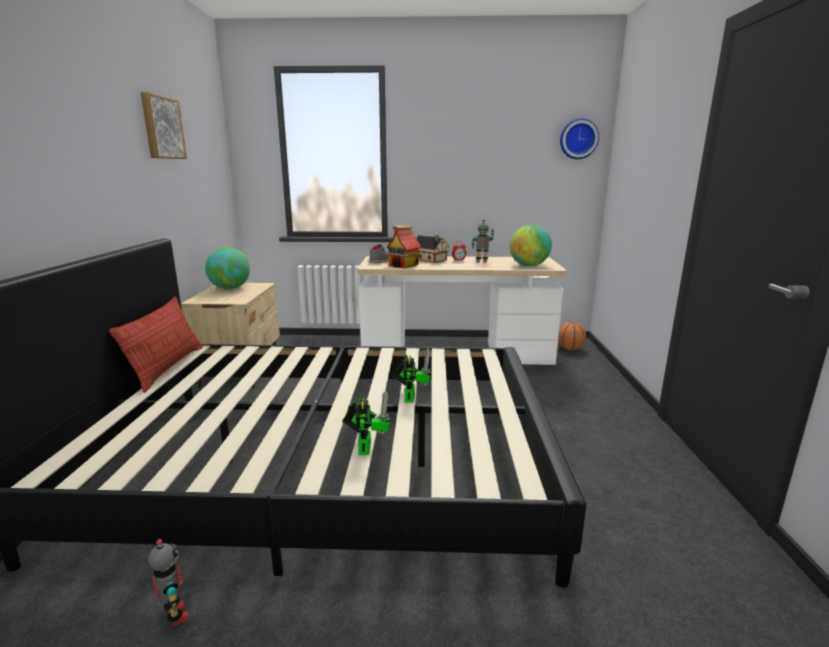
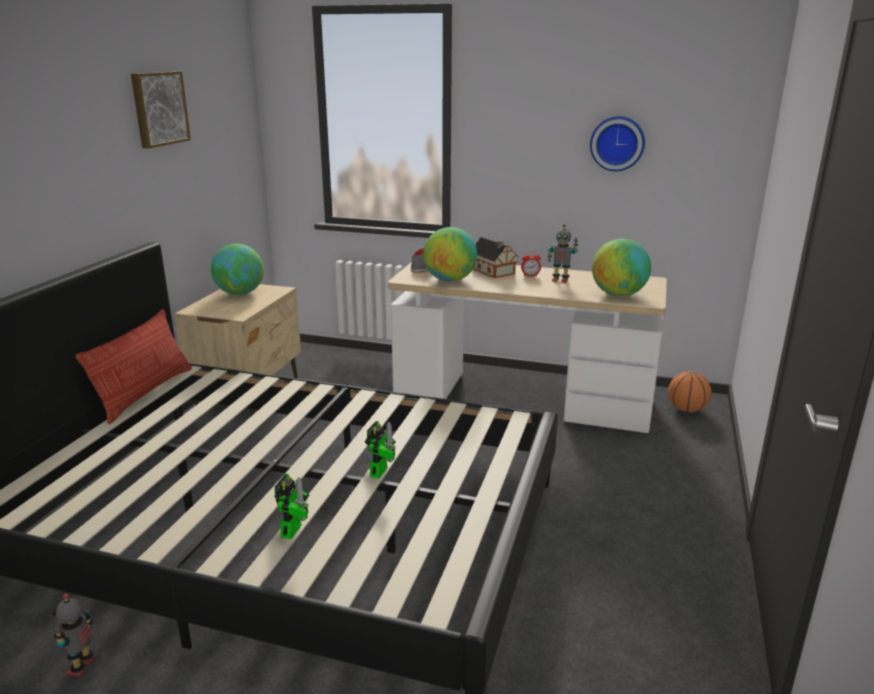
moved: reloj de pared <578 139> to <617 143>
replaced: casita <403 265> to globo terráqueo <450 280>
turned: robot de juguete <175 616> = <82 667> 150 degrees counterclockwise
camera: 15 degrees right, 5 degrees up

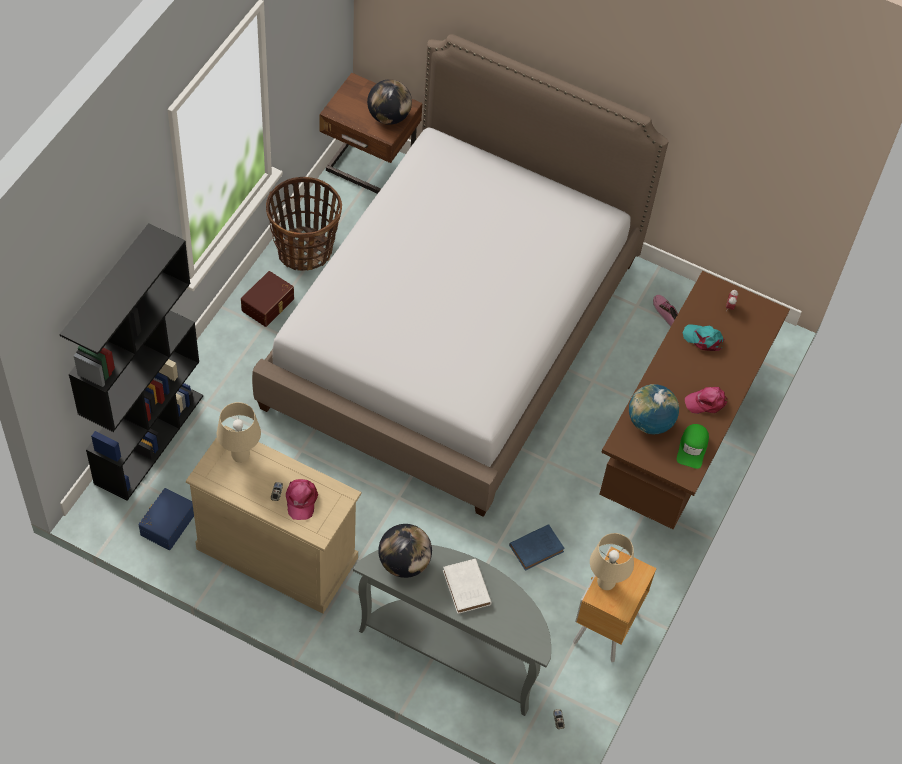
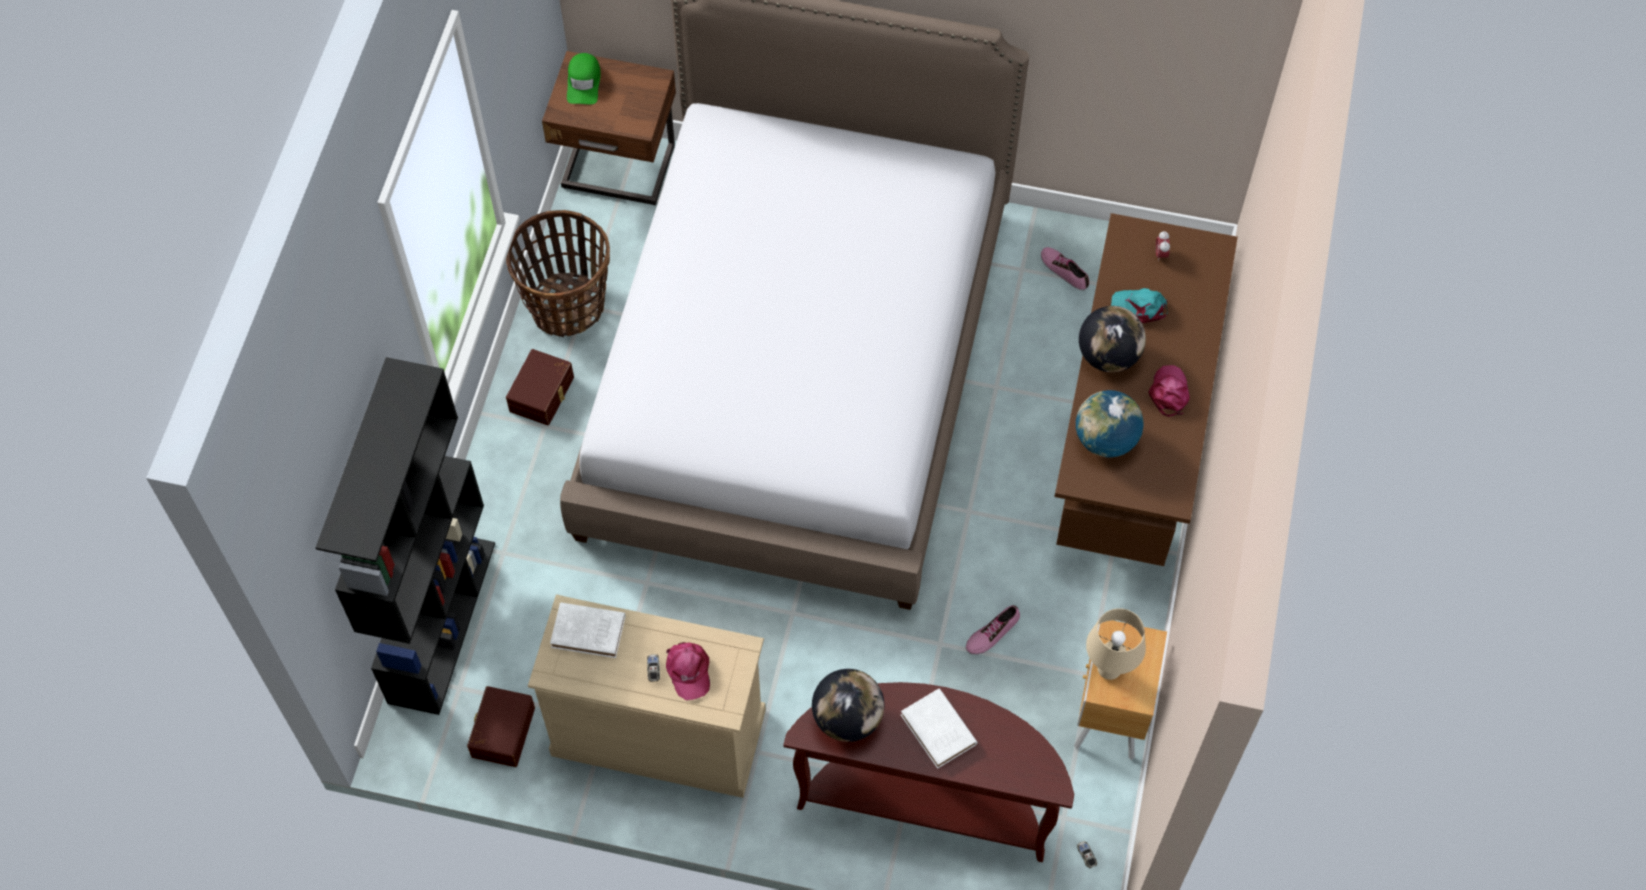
moved: globo terráqueo <389 117> to <1108 355>; gorra/verde <692 448> to <584 82>
replaced: lámpara de mesa/beis <240 456> to libro/blanco <590 632>; libro/azul <537 548> to zapato <992 633>
recoloured: caja de almacenaje/azul <167 523> to caja de almacenaje/marrón <501 731>; mesa consola/gris <454 651> to mesa consola/marrón <927 800>
turned: gorra/rosa <706 402> = <1169 393> 120 degrees clockwise
camera: 10 degrees left, 5 degrees up

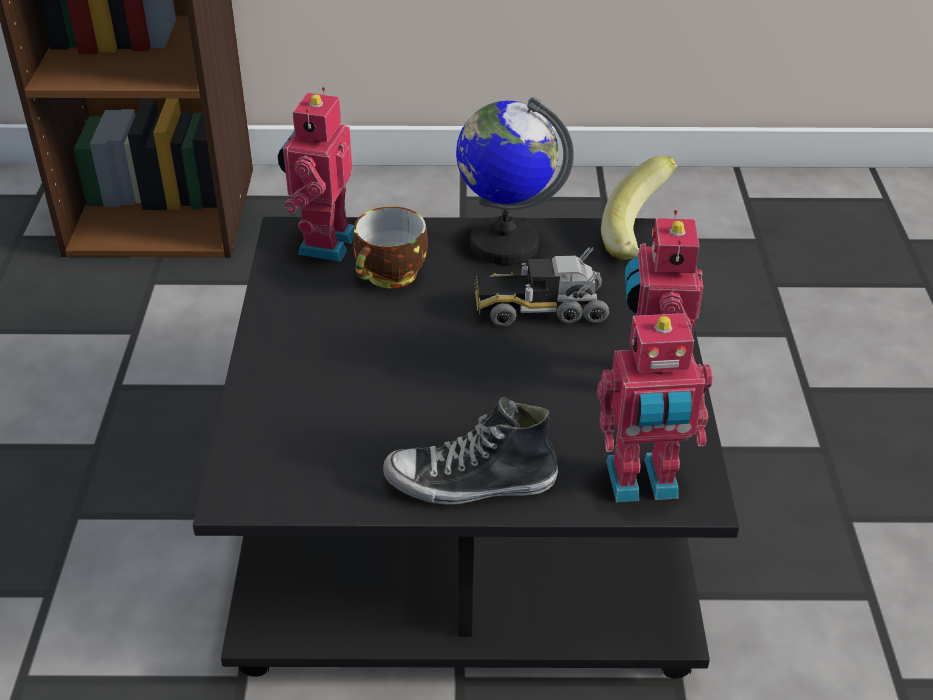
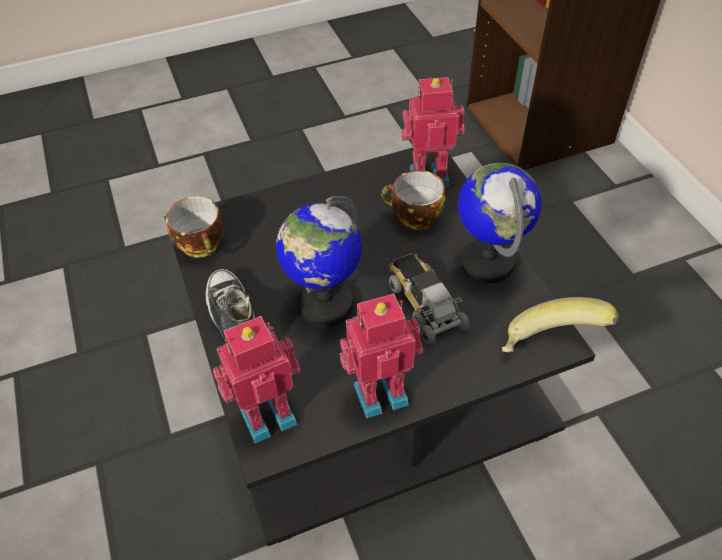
added: taza <203 245>; globo terráqueo <325 304>
turned: robot de juguete <642 484> = <267 414> 90 degrees clockwise
camera: 70 degrees right, 10 degrees up

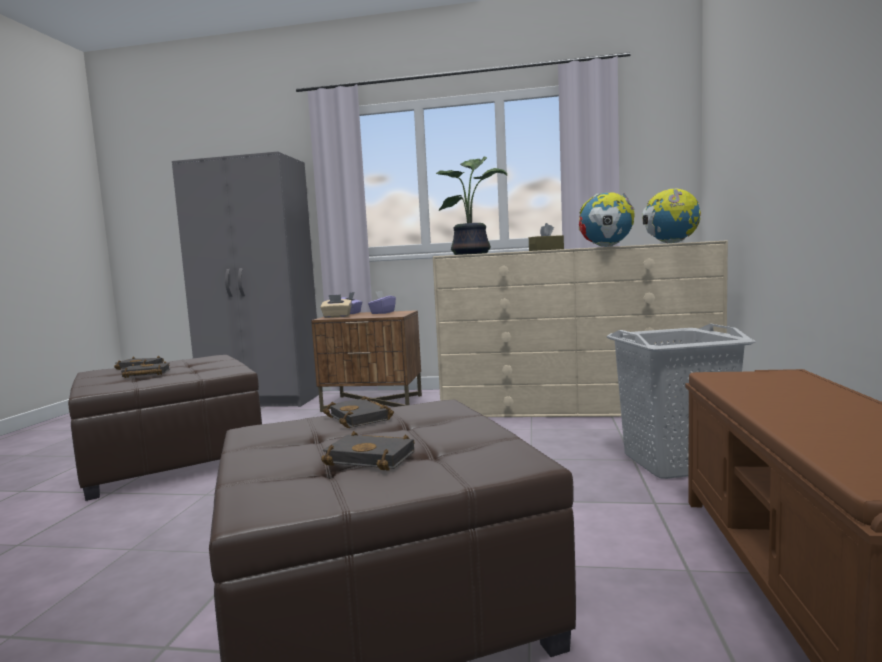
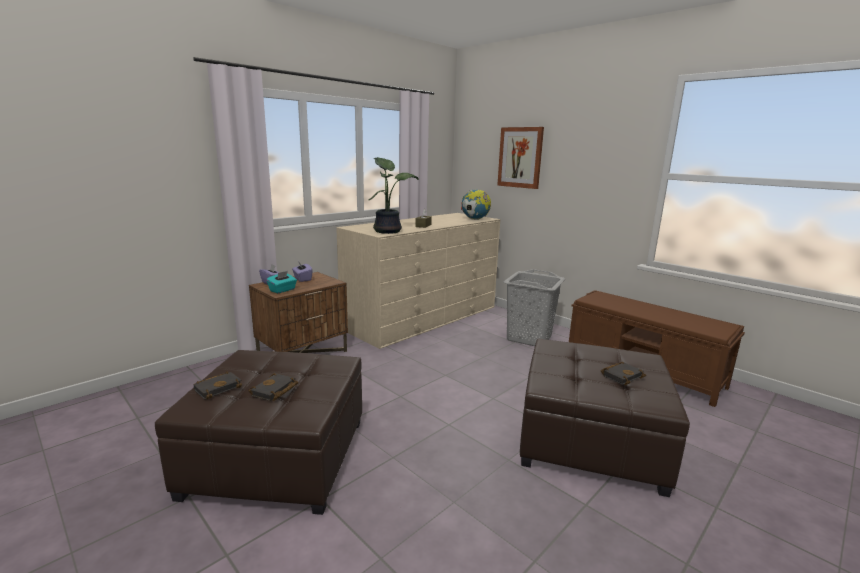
removed: armario ropero/gris <263 400>; libro/negro <361 418>; globo terráqueo <606 246>
added: cuadro <520 157>
recoloured: caja de pañuelos/beis <336 317> to caja de pañuelos/turquesa <282 290>
camera: 55 degrees left, 10 degrees up

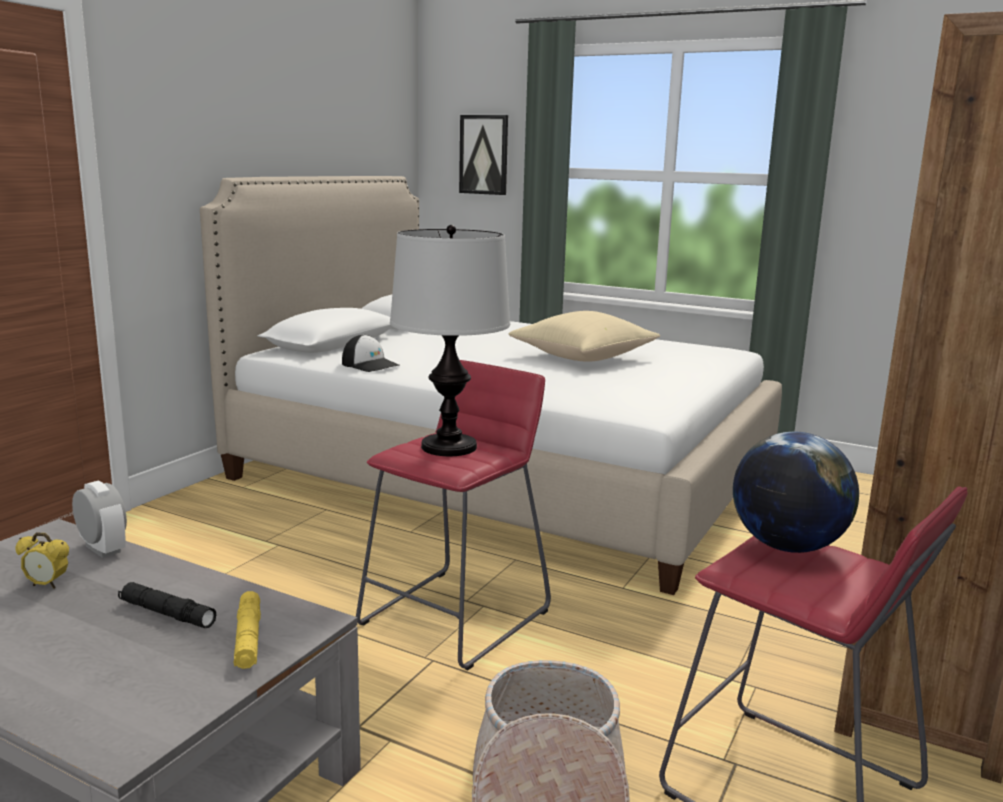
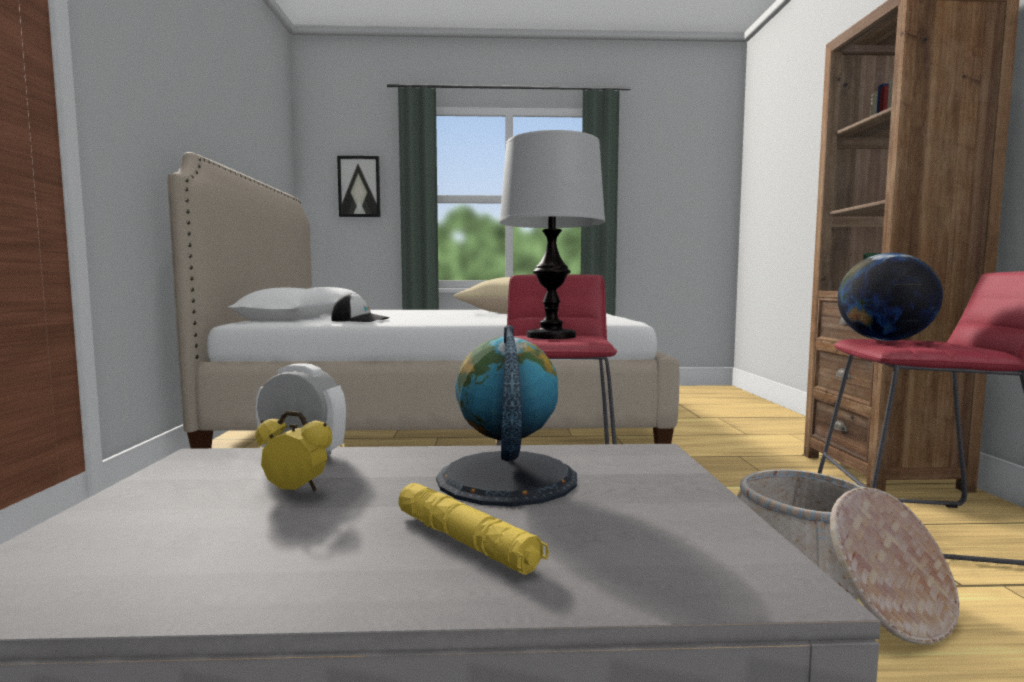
moved: linterna/amarillo <248 638> to <465 541>
replaced: linterna/negro <167 613> to globo terráqueo <506 478>
turned: despertador <47 585> = <296 492> 150 degrees counterclockwise
camera: 30 degrees left, 10 degrees down

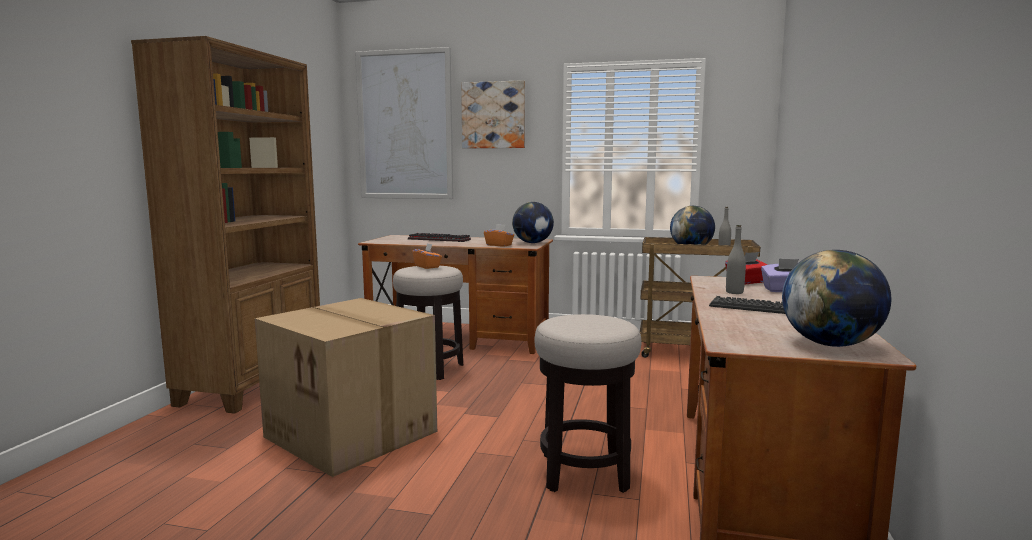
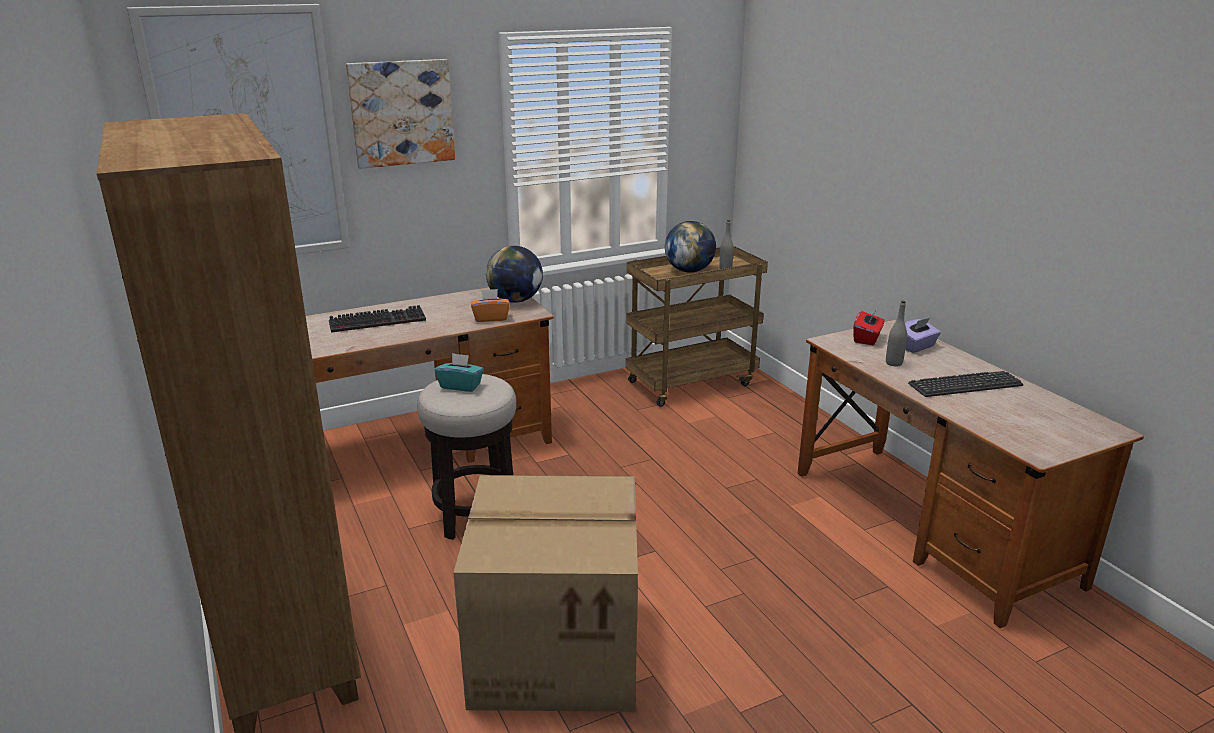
removed: taburete <584 472>; globo terráqueo <830 344>
recoloured: caja de pañuelos/naranja <427 266> to caja de pañuelos/turquesa <460 386>
camera: 40 degrees left, 15 degrees up

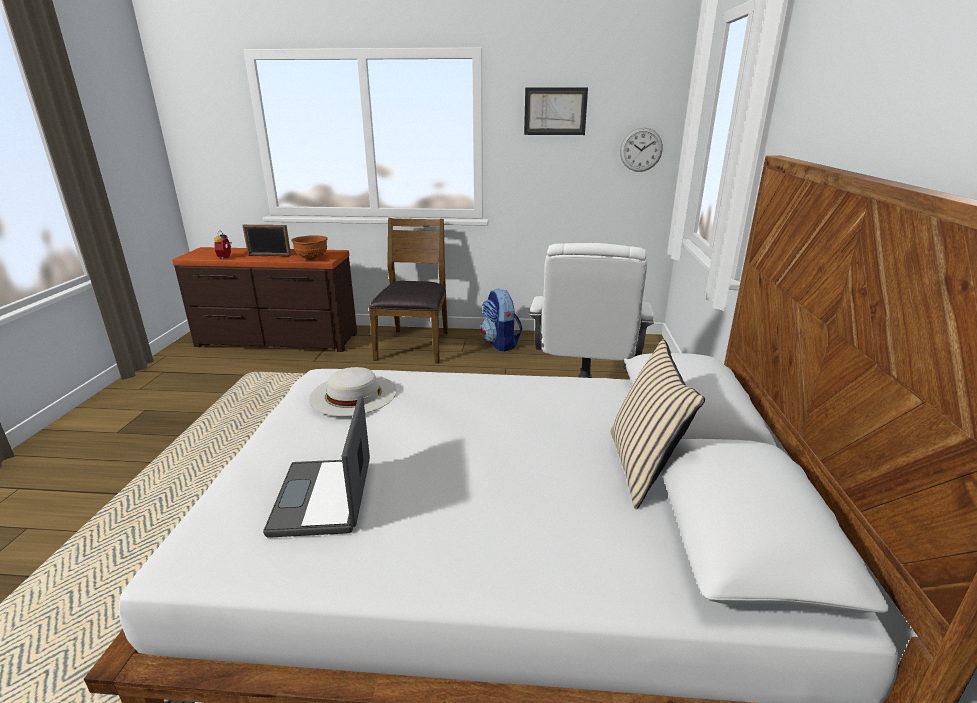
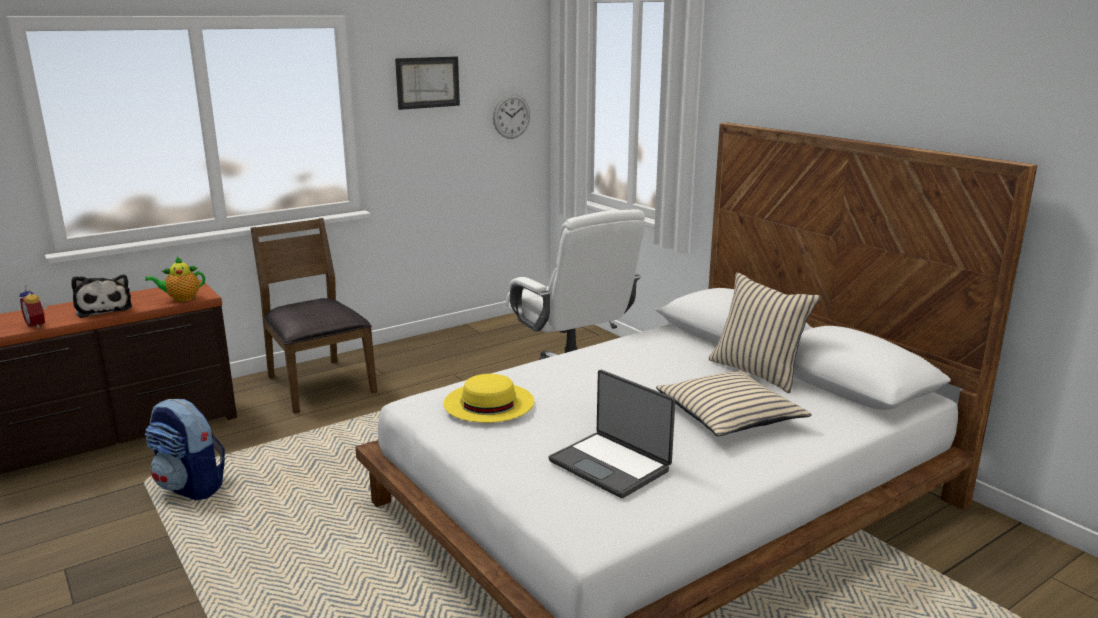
added: cojín/beis <729 416>
moved: mochila <500 344> to <191 487>
replaced: portarretratos <269 256> to peluche <104 309>; cuenco/marrón <312 259> to tetera <181 299>
recoloured: sombrero/blanco <353 394> to sombrero/amarillo <488 402>
camera: 40 degrees left, 5 degrees down

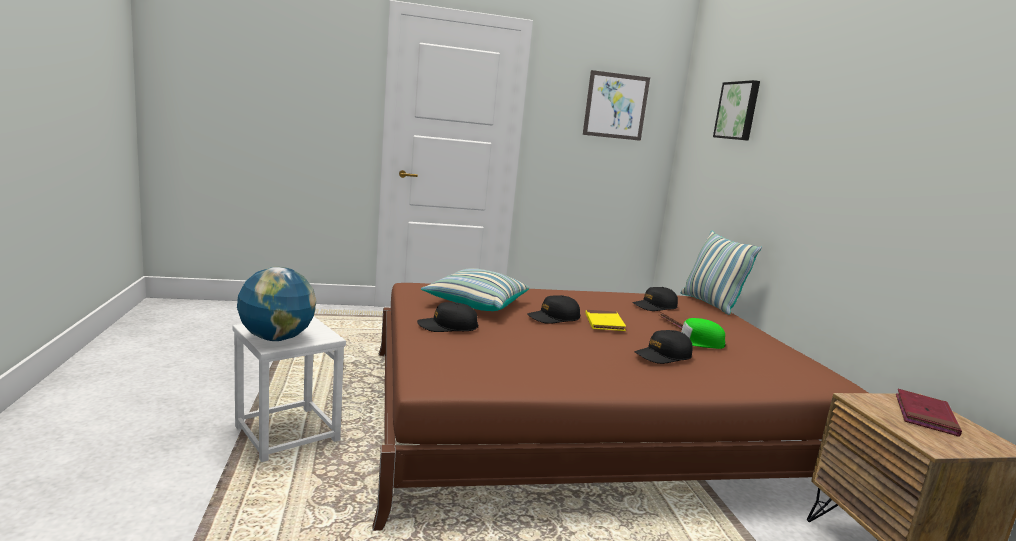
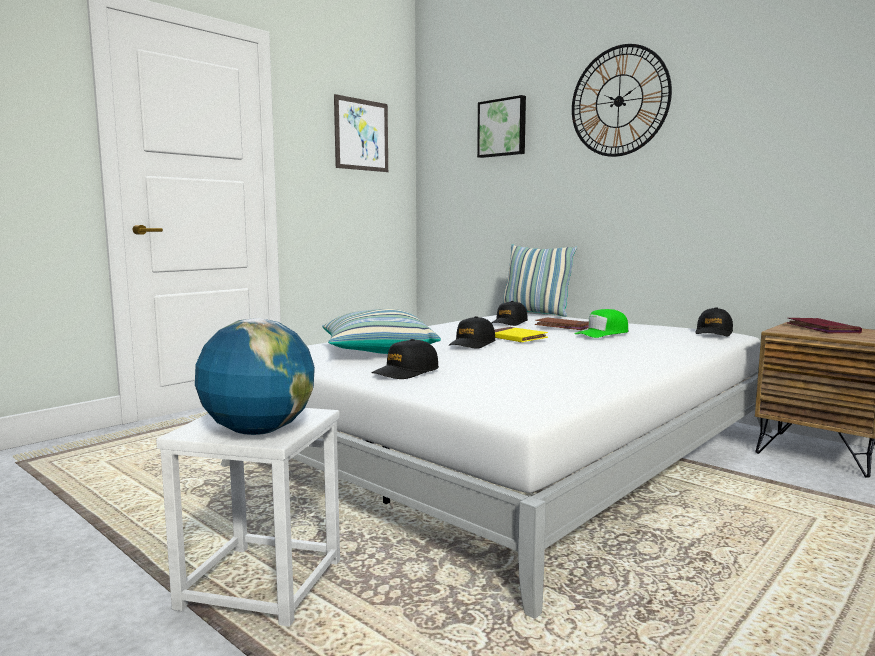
added: reloj de pared <619 101>
moved: gorra/negro <663 356> to <714 332>
recoloured: cama/marrón <585 419> to cama/blanco <517 447>
camera: 35 degrees left, 5 degrees down

